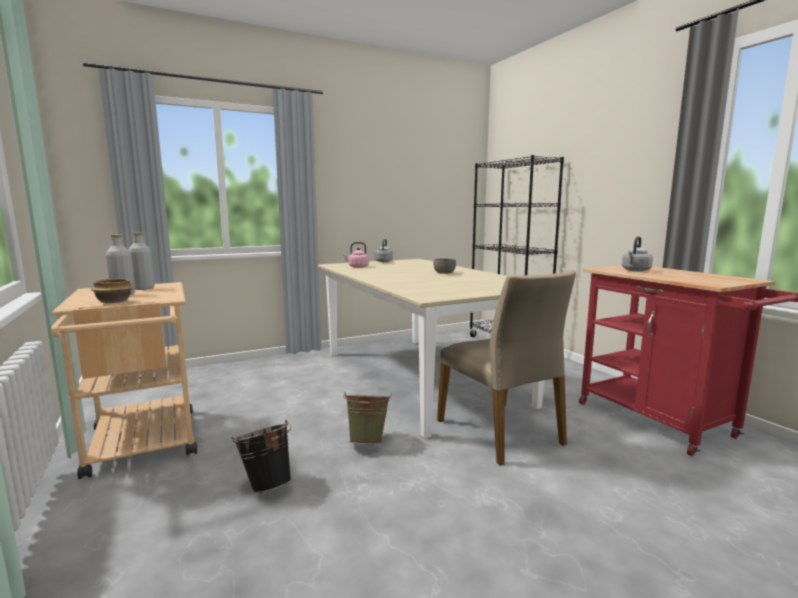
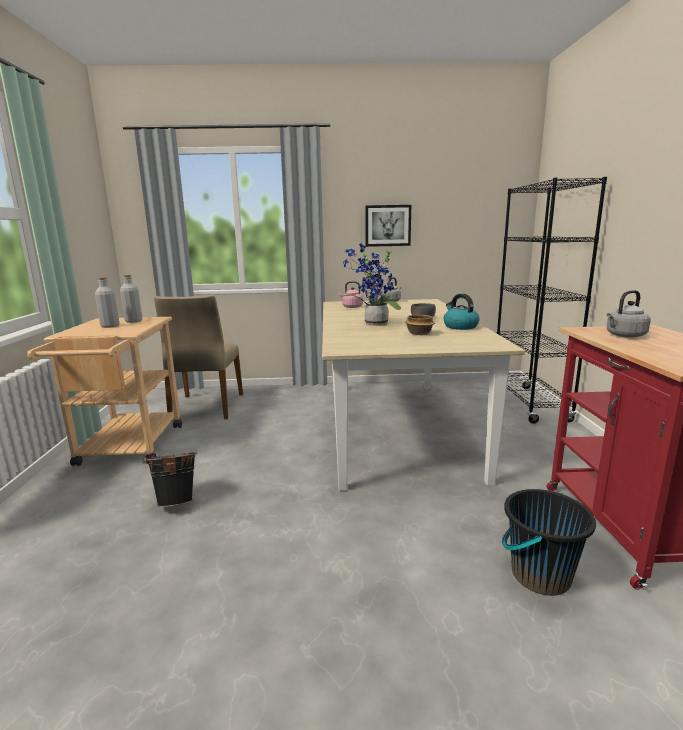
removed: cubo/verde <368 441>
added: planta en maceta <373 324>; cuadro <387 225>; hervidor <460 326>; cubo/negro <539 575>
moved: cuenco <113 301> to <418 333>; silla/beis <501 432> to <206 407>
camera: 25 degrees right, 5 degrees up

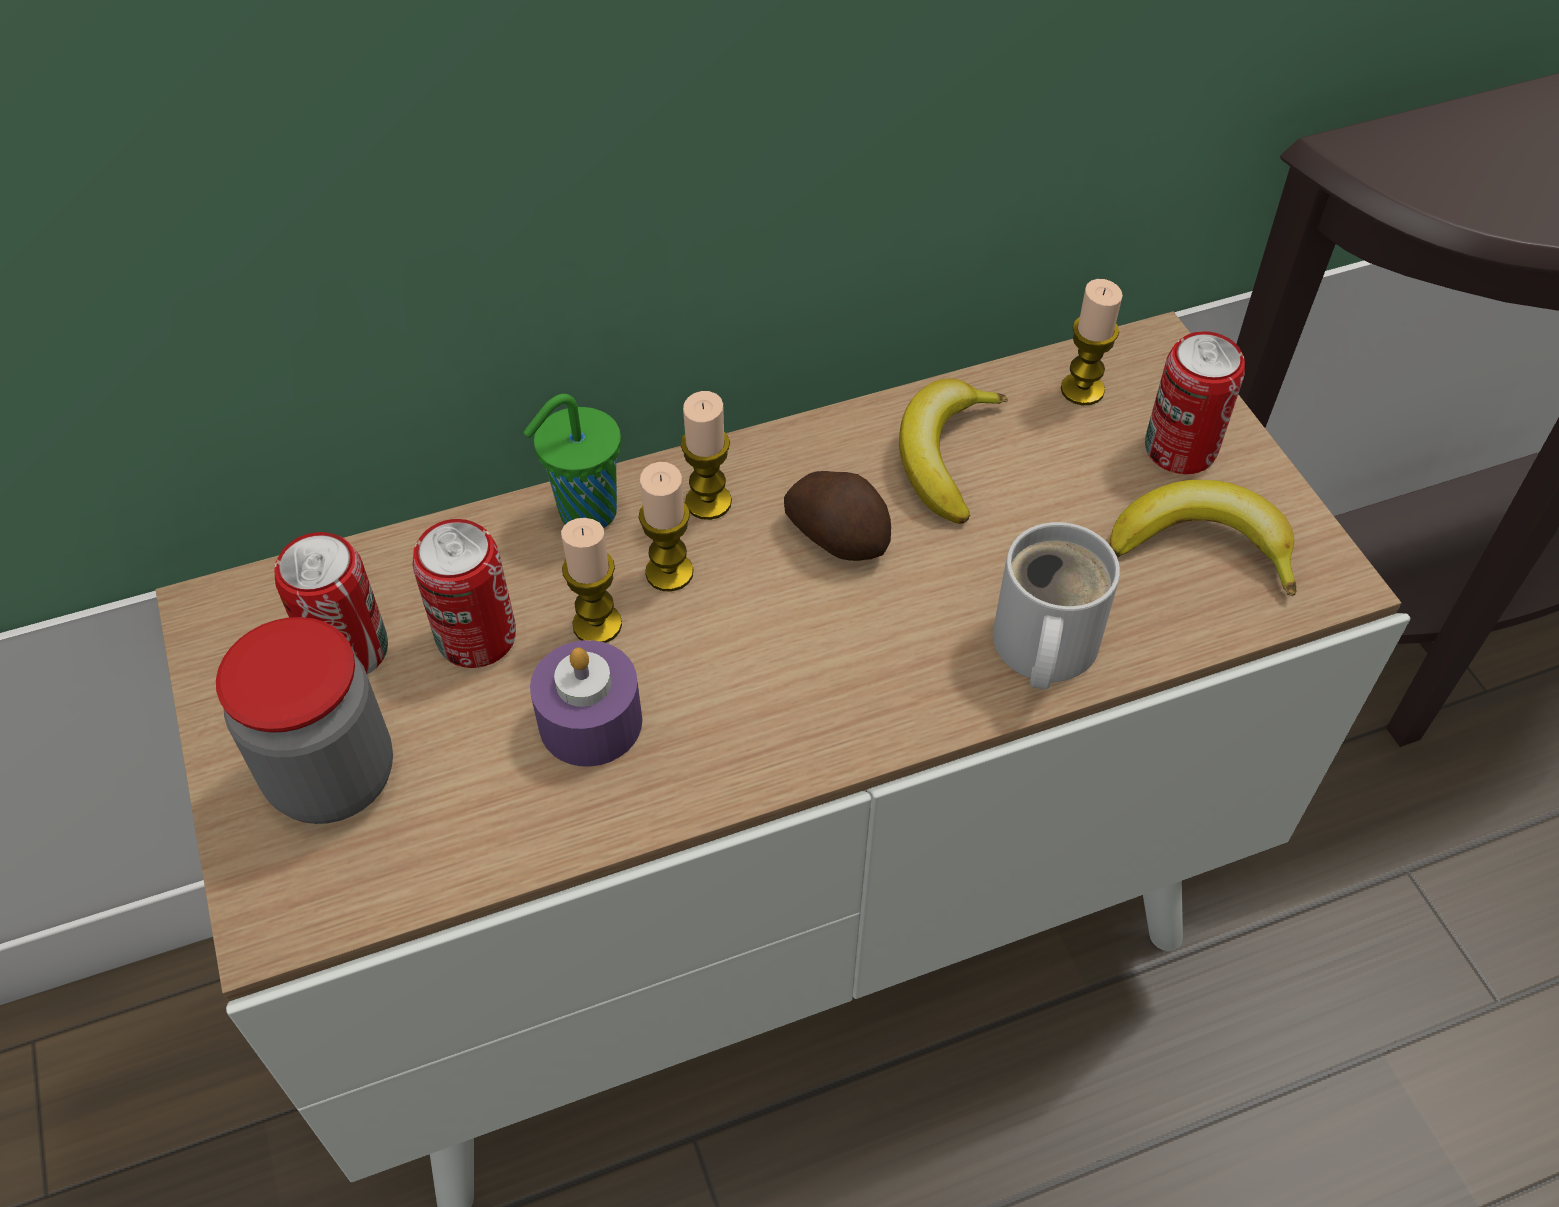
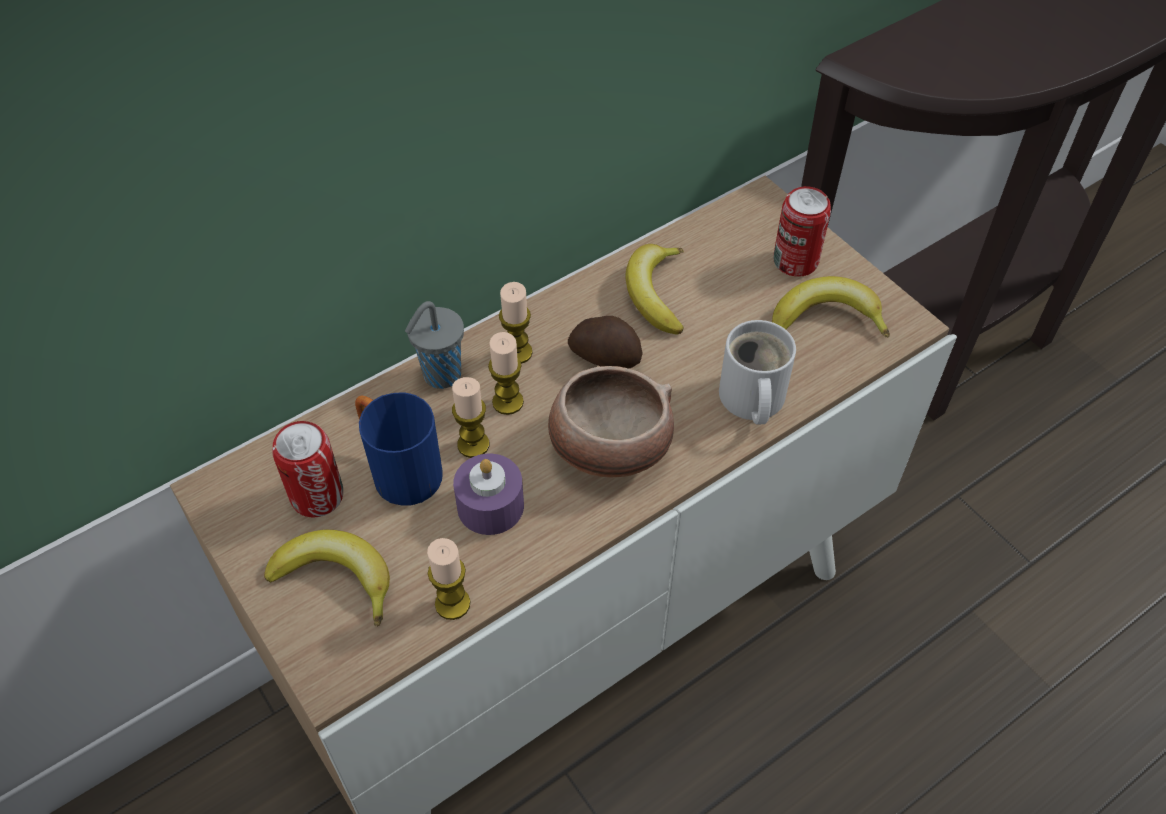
added: cuenco <608 448>
moved: vela <1082 390> to <452 604>
replaced: tarro <333 777> to plátano <336 578>; lata <477 638> to taza grande/azul <398 469>
recoloured: taza/verde <584 514> to taza/gris <440 376>
camera: 15 degrees left, 0 degrees up

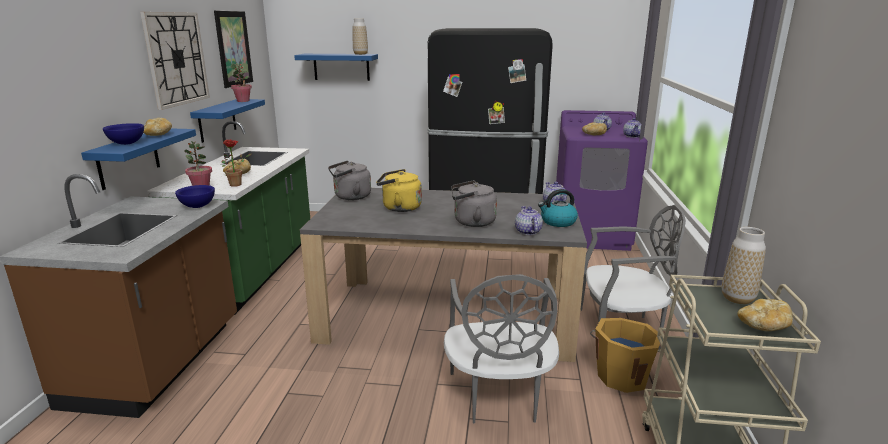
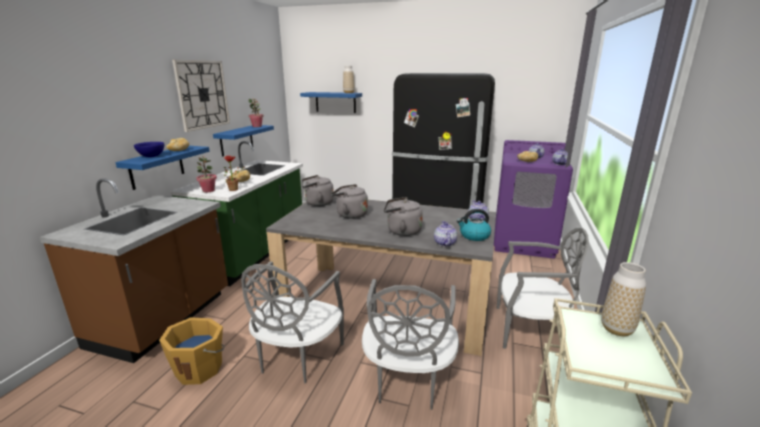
removed: cuenco/azul <197 206>; cuadro <233 48>; pan <763 326>
added: silla/gris <297 357>
moved: cubo/naranja <622 376> to <200 368>
recoloured: hervidor/amarillo <399 208> to hervidor/gris <350 215>
camera: 10 degrees right, 0 degrees up

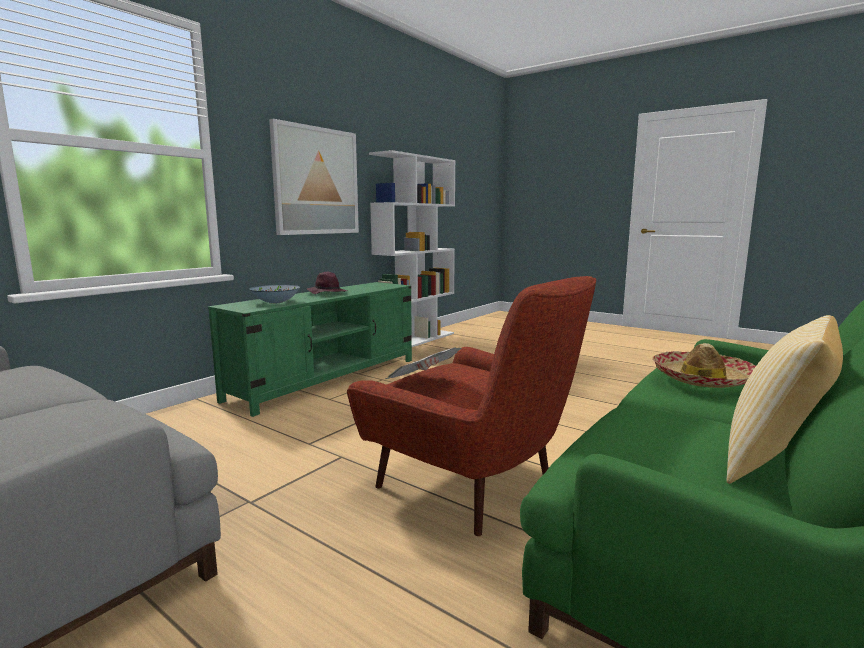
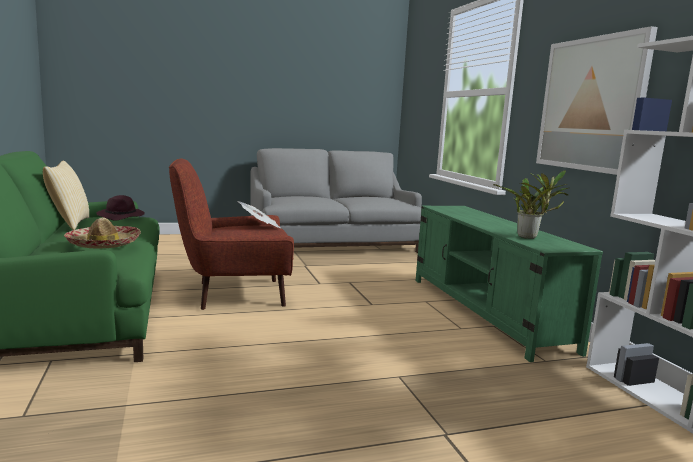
removed: cuenco <276 302>
added: planta en maceta <530 237>
moved: sombrero/morado <326 293> to <121 216>
camera: 125 degrees right, 0 degrees up

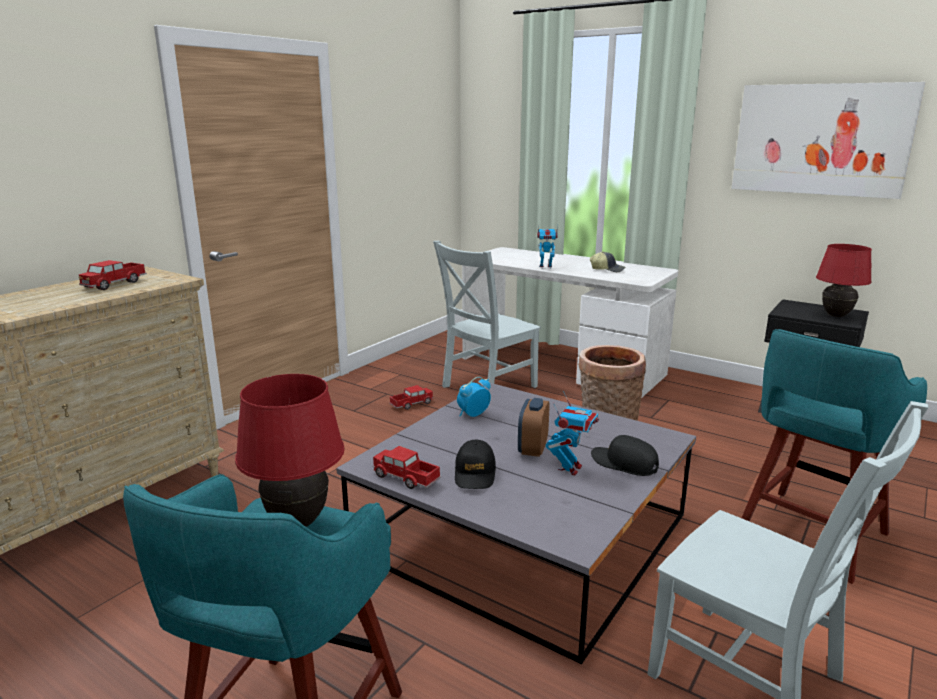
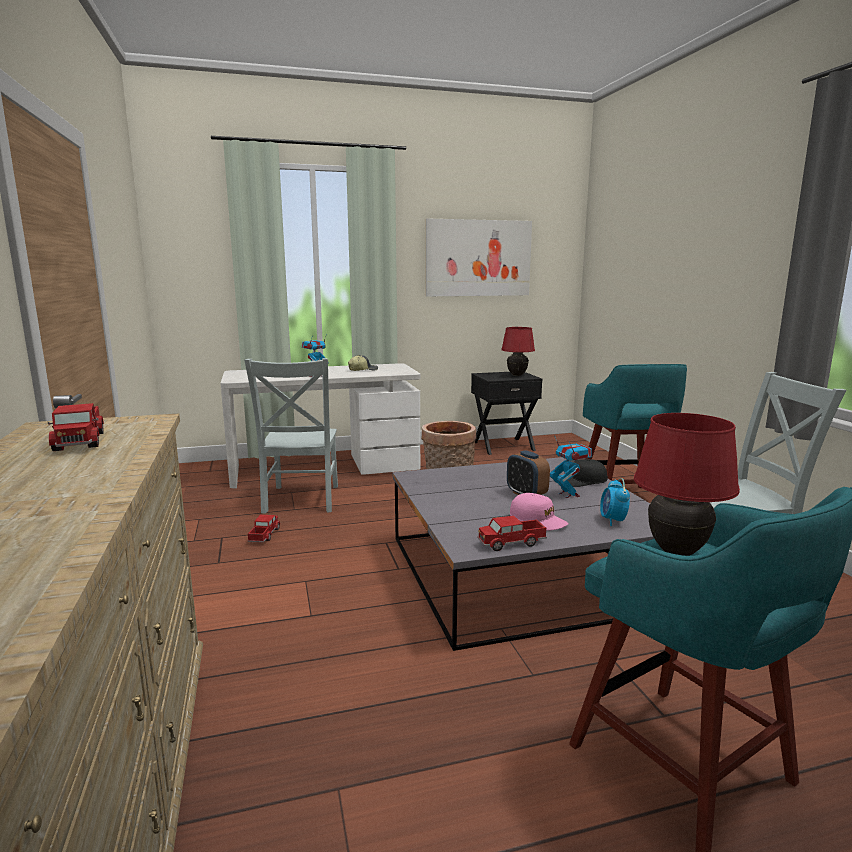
moved: despertador <473 415> to <612 520>
recoloured: gorra/negro <475 473> to gorra/rosa <538 520>
camera: 50 degrees left, 5 degrees down

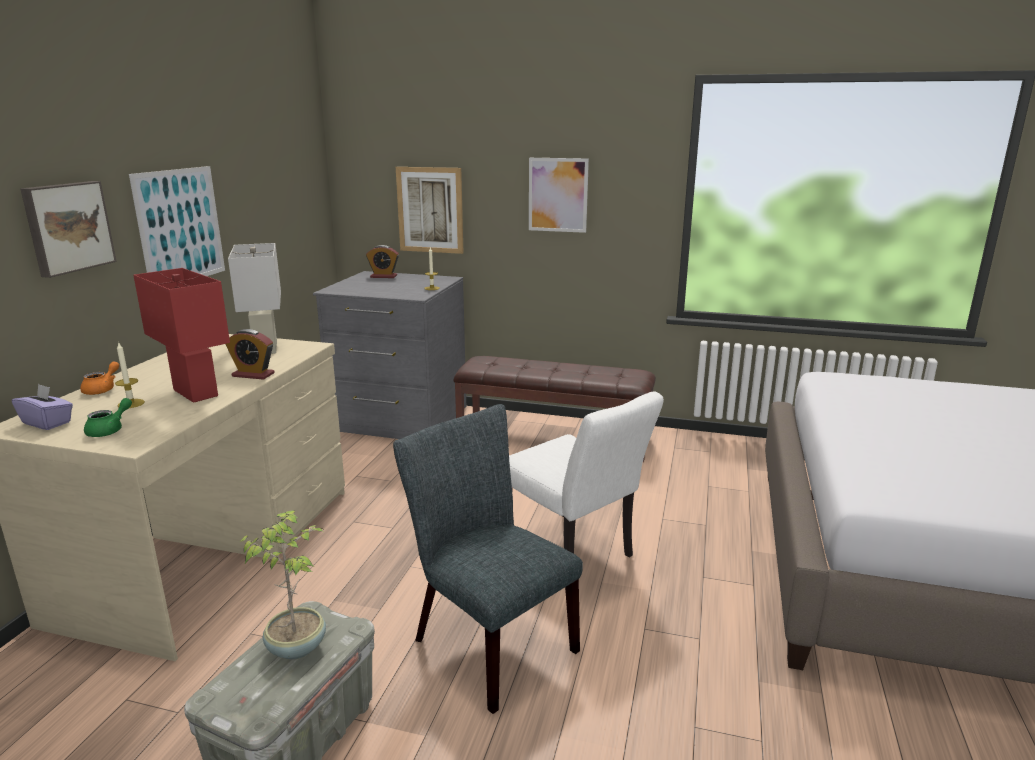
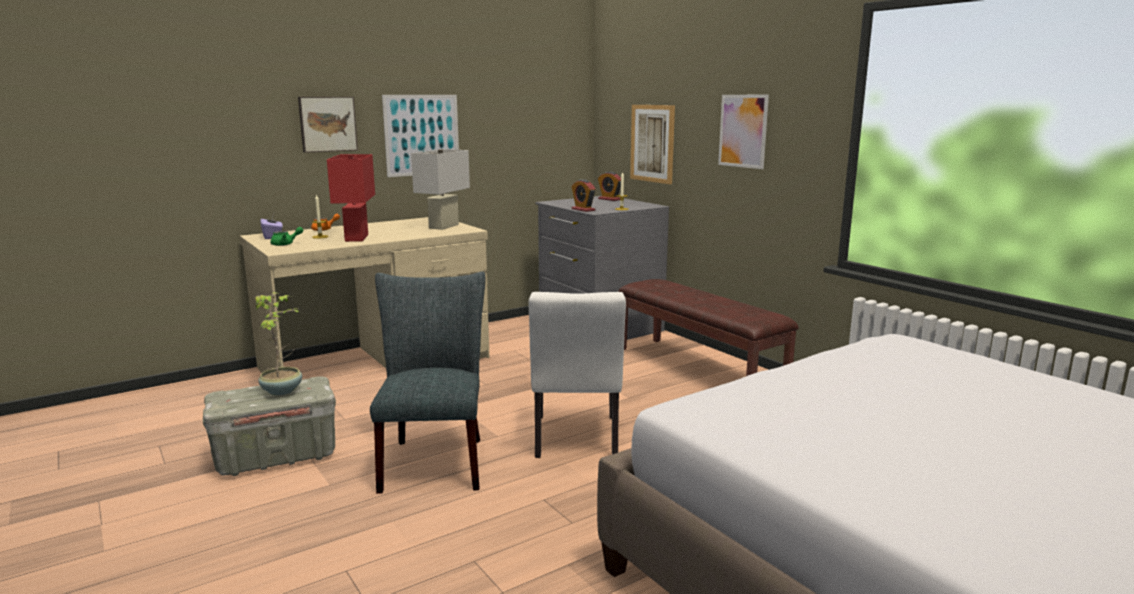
moved: despertador <253 375> to <583 210>
camera: 40 degrees right, 5 degrees down

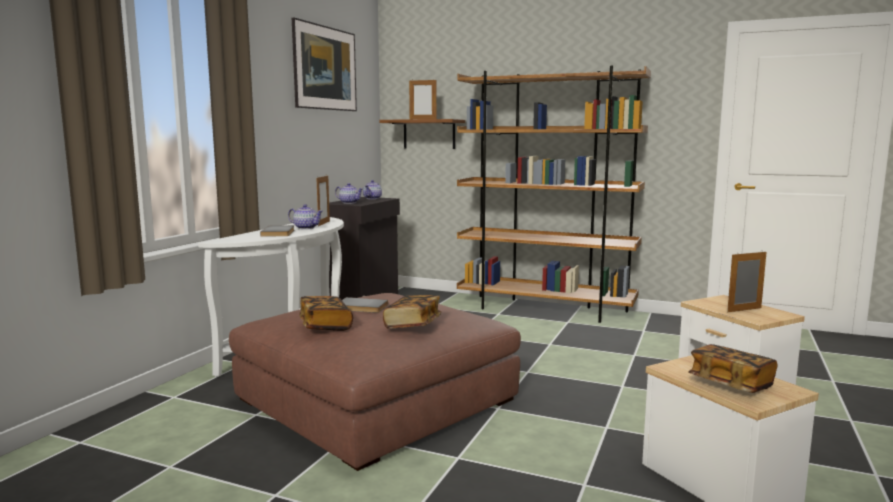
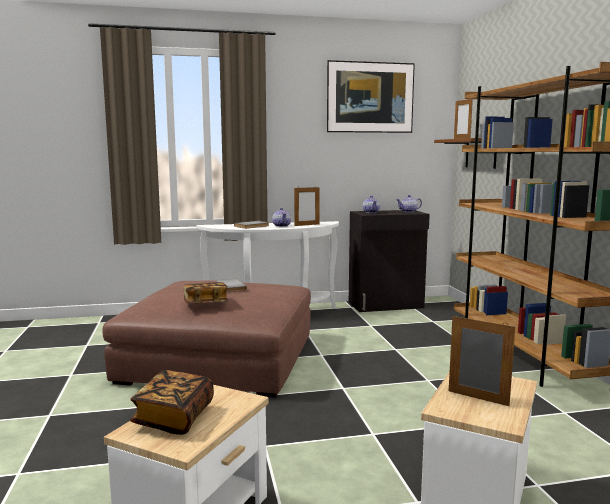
removed: libro <325 326>
camera: 55 degrees right, 0 degrees up

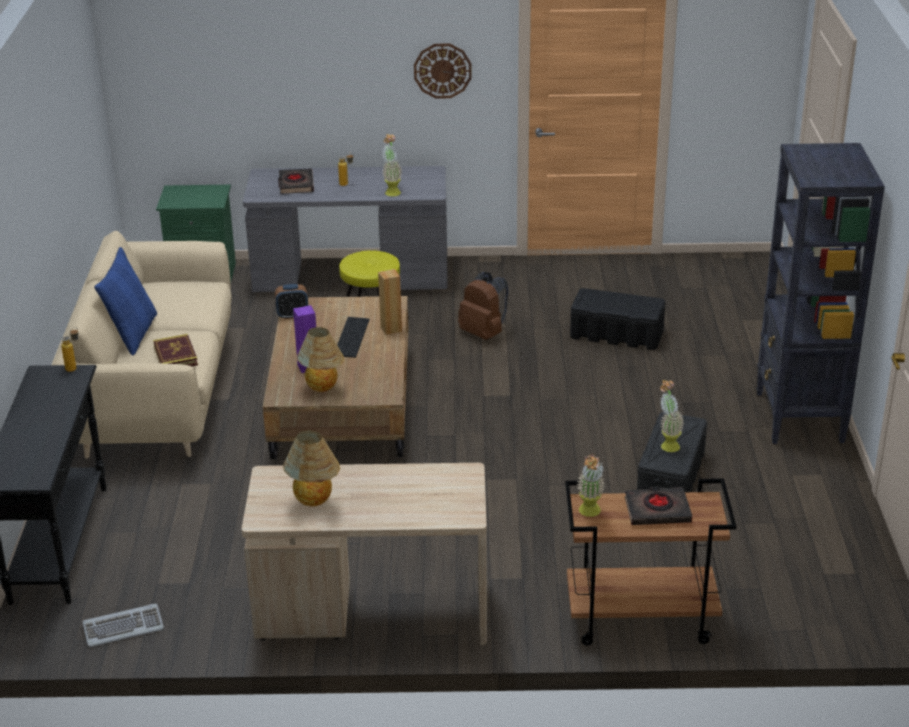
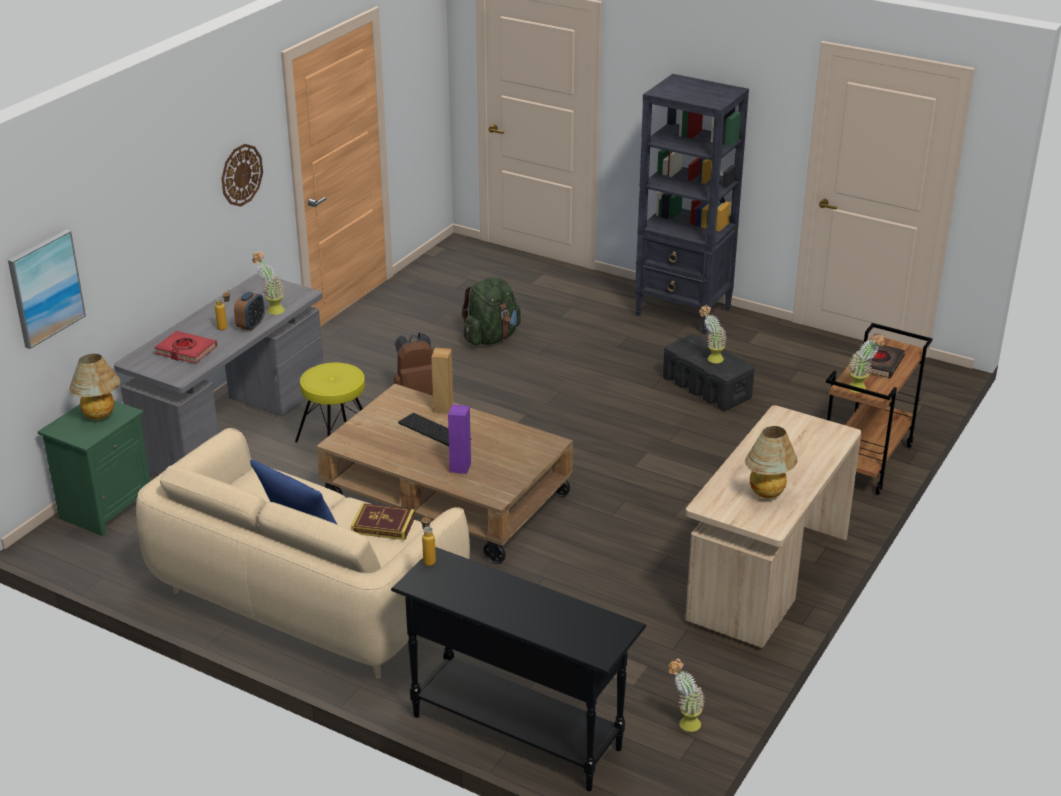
added: cuadro <45 288>
moved: despertador <292 315> to <251 325>; lámpara de mesa <323 389> to <100 416>
replaced: teclado <123 627> to planta en maceta <684 723>; caja de almacenaje/negro <617 334> to mochila/verde <491 337>
recoloured: libro/negro <296 184> to libro/rojo <186 351>
camera: 60 degrees left, 0 degrees up

